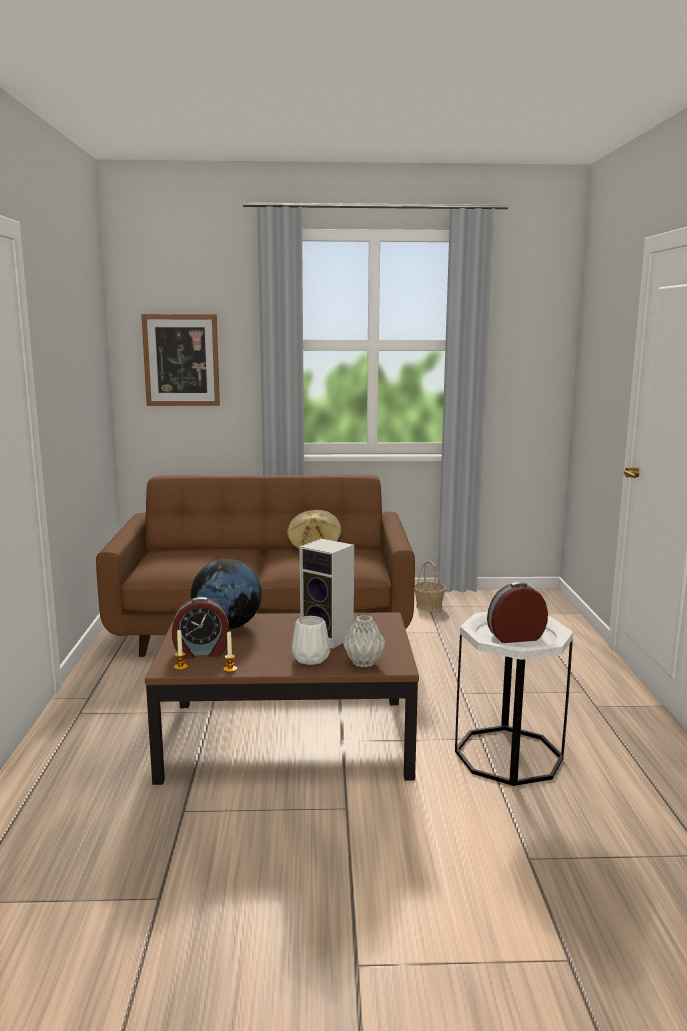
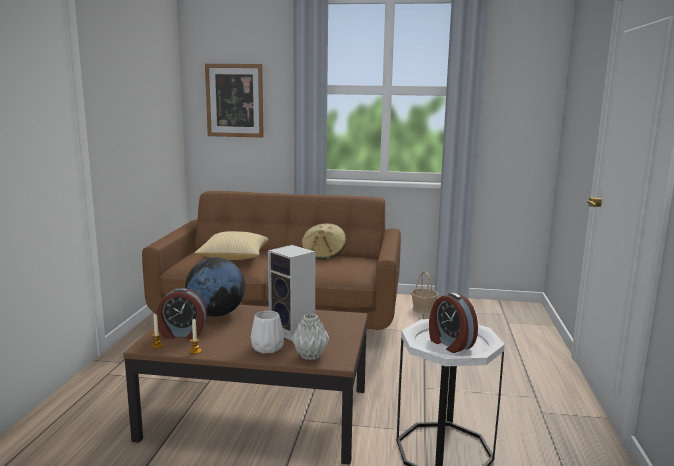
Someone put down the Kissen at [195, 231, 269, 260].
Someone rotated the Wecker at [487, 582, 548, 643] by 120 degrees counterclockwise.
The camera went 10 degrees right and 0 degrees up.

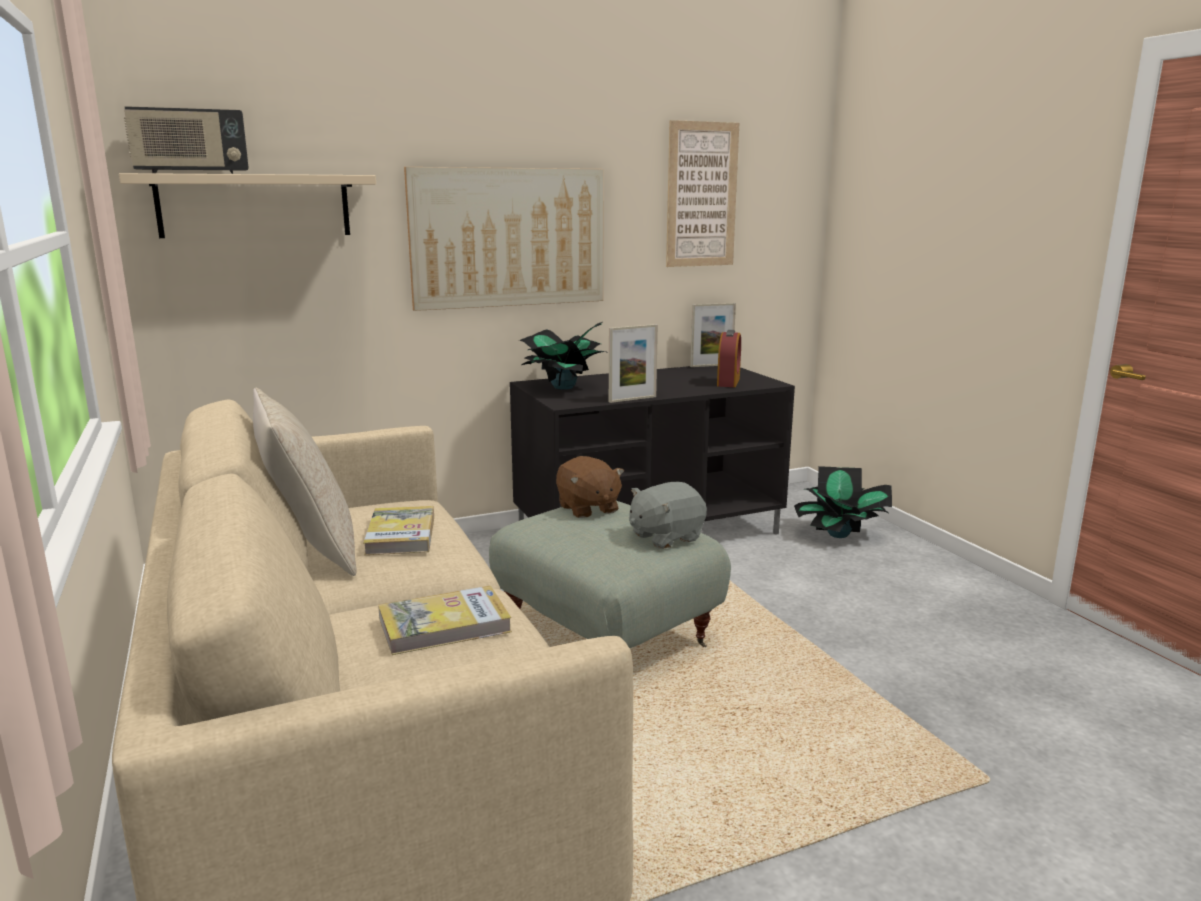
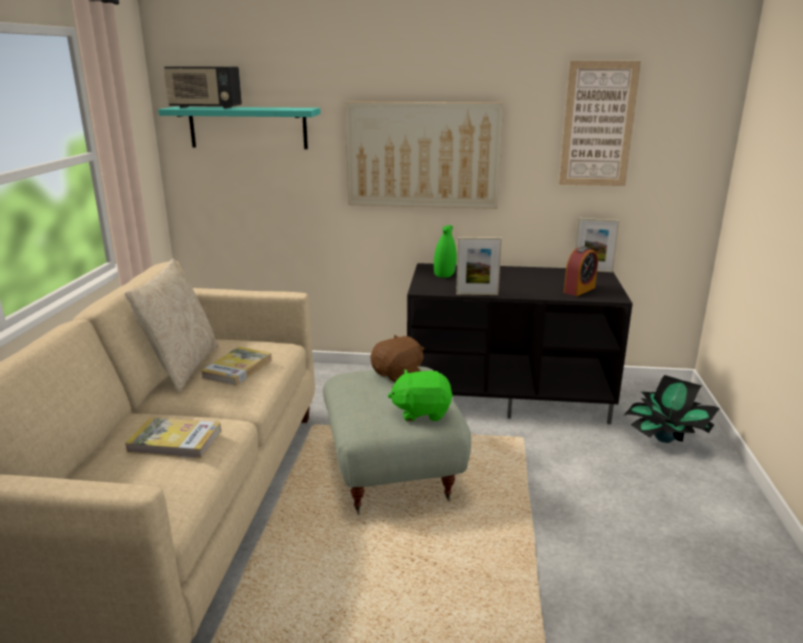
Someone swapped the Topfpflanze at [519, 322, 609, 390] for the Vase [grün] at [434, 225, 457, 278].
Someone repainted the Wandregal [beige] at [119, 173, 376, 238], which became the Wandregal [türkis] at [158, 107, 321, 149].
Someone repainted the Plüschtier [grau] at [629, 482, 707, 549], which became the Plüschtier [grün] at [388, 369, 453, 421].
Someone rotated the Plüschtier [braun] at [556, 456, 624, 518] by 135 degrees counterclockwise.
The camera went 30 degrees right and 5 degrees up.

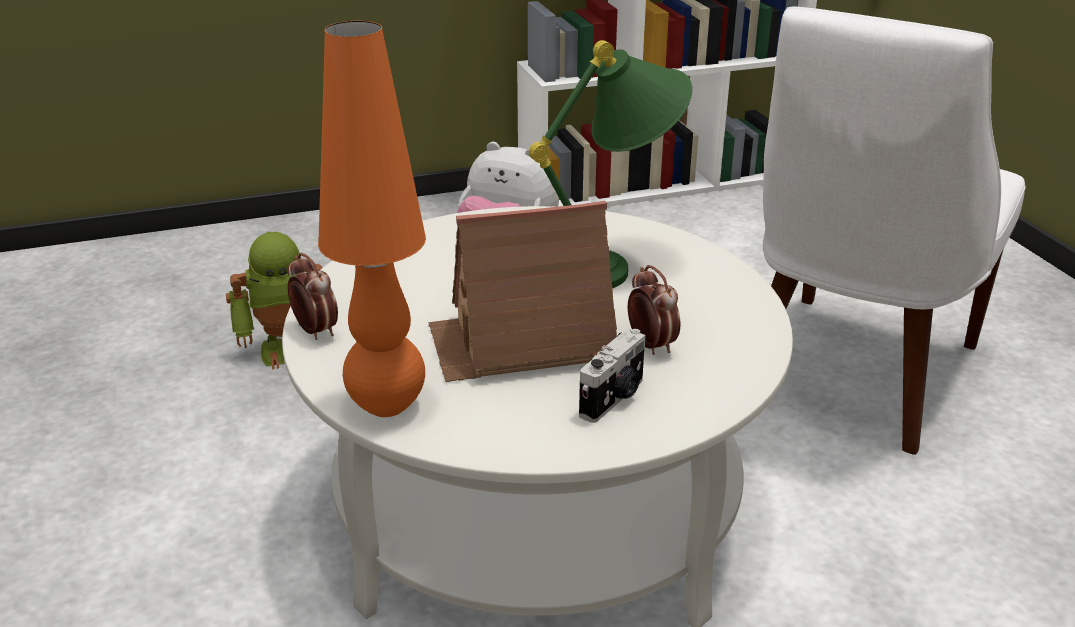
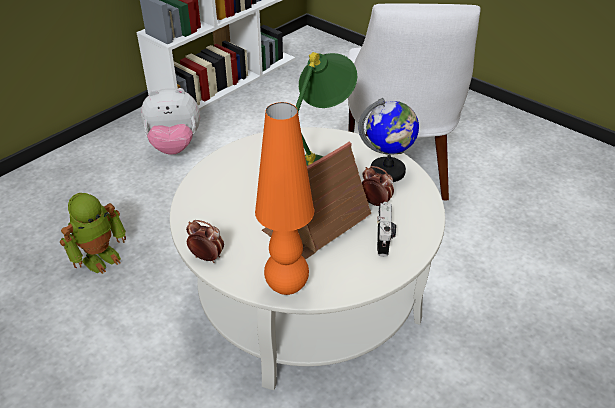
Someone put down the Globus at [358, 98, 419, 182].
The camera went 30 degrees left and 10 degrees up.

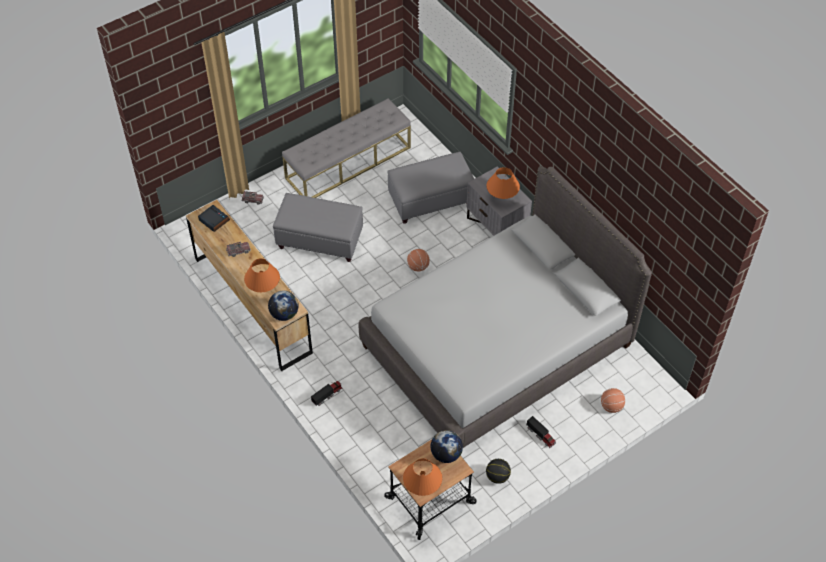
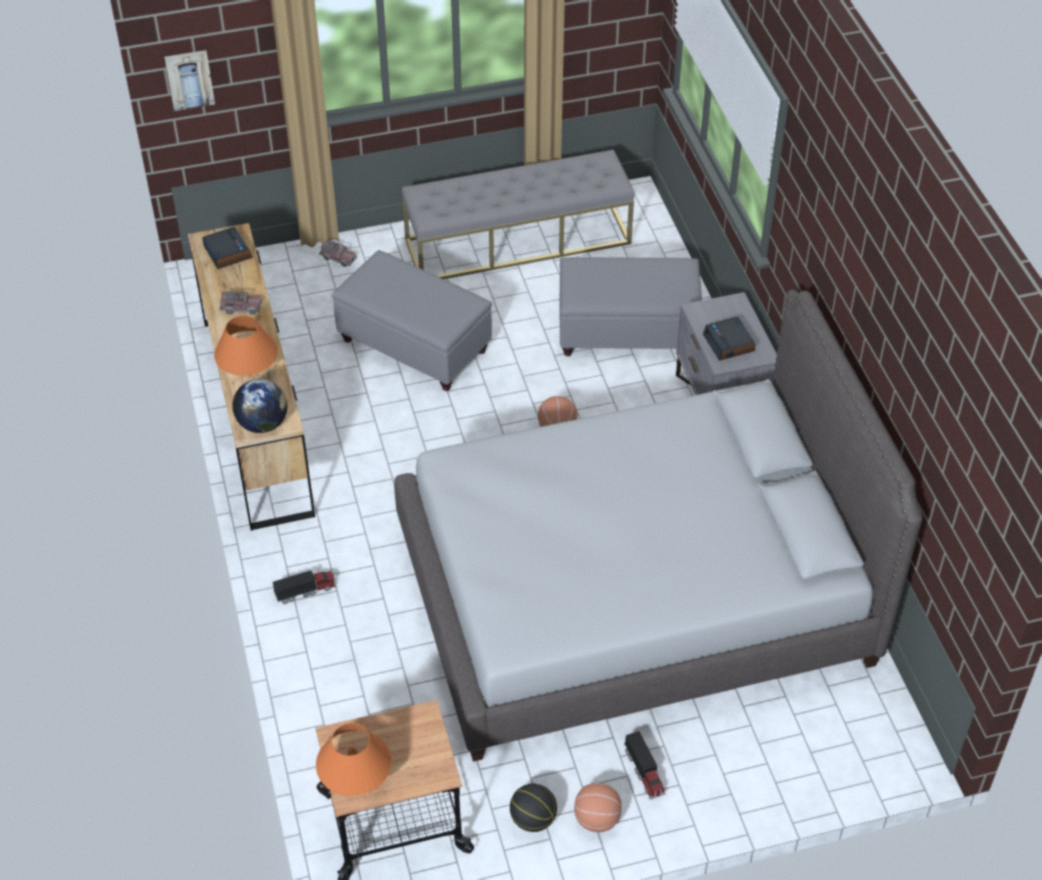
Someone took away the Globus at [430, 430, 463, 463].
Someone put up the Bild at [164, 50, 215, 111].
Someone carried the Basketball from [601, 388, 625, 413] to [574, 783, 622, 832].
Someone swapped the Tischlampe [orange] at [487, 167, 520, 199] for the Wecker at [703, 317, 756, 361].
The camera went 20 degrees right and 5 degrees down.

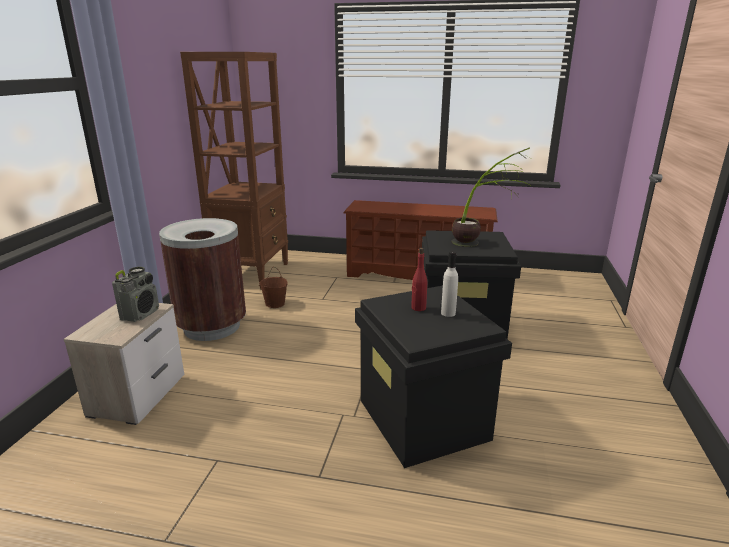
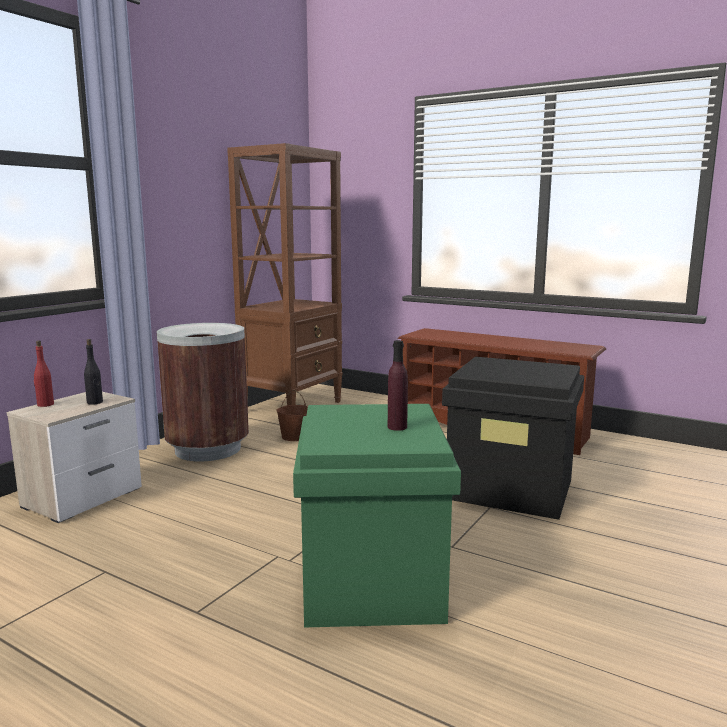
Someone took away the Topfpflanze at [451, 147, 530, 247].
Someone carried the Flasche [rot] from [411, 248, 427, 311] to [34, 341, 54, 407].
Someone swapped the Radio at [112, 267, 159, 322] for the Flasche [schwarz] at [84, 339, 103, 405].
Someone repainted the Aufbewahrungsbox [schwarz] at [355, 286, 512, 468], which became the Aufbewahrungsbox [grün] at [293, 404, 461, 627].
Someone repainted the Flasche [weiß] at [441, 251, 458, 317], which became the Flasche [lila] at [388, 340, 408, 431].
The camera went 20 degrees right and 10 degrees down.

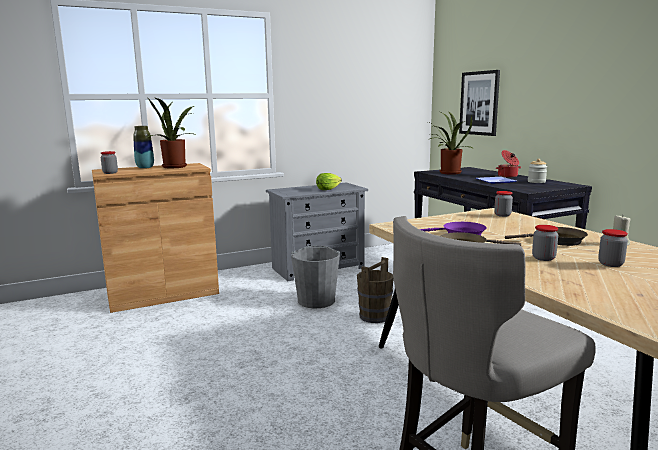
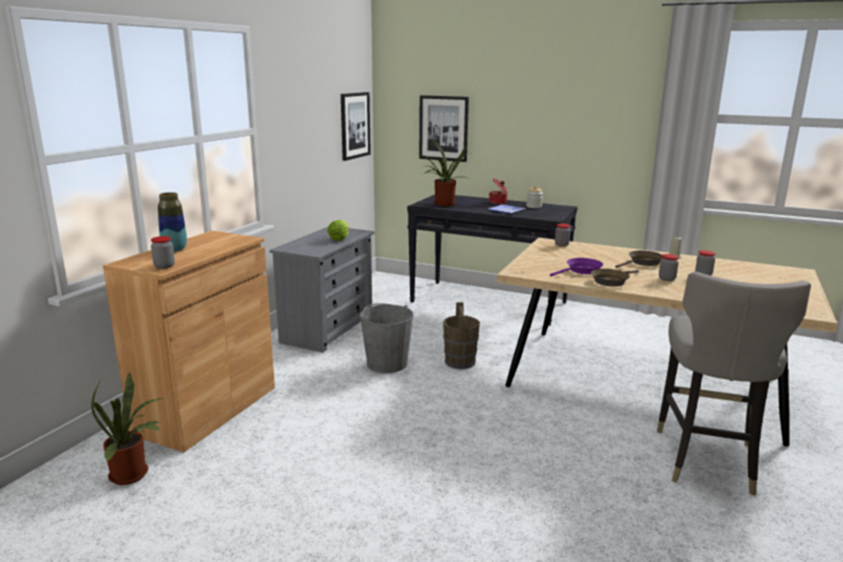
Someone put up the Bild at [341, 92, 371, 161].
Someone carried the Topfpflanze from [148, 98, 197, 168] to [91, 373, 163, 485].
The camera went 40 degrees left and 5 degrees up.

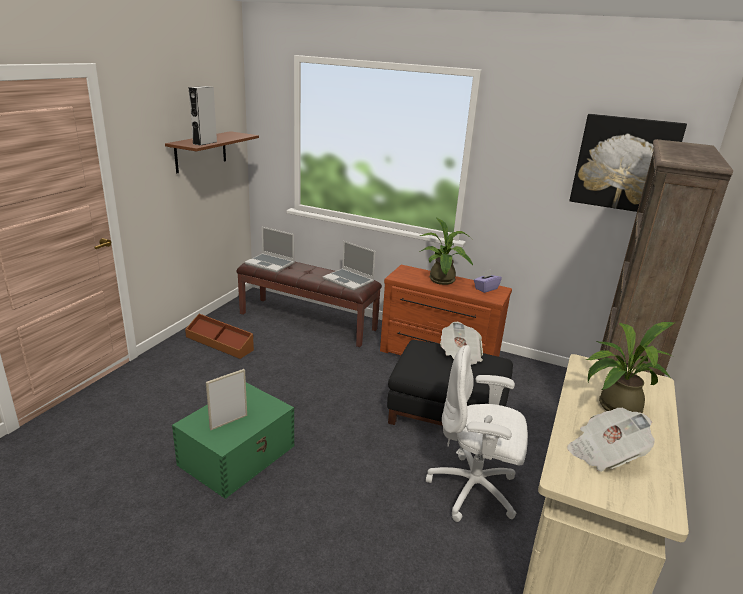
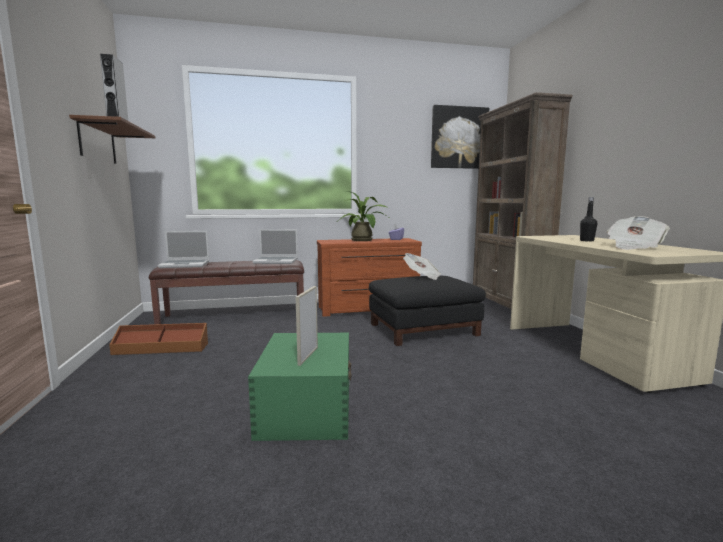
Someone took away the Bürostuhl [weiß] at [426, 345, 528, 522].
Someone swapped the Topfpflanze at [586, 322, 674, 413] for the Flasche [schwarz] at [580, 197, 597, 242].
The camera went 35 degrees left and 15 degrees down.

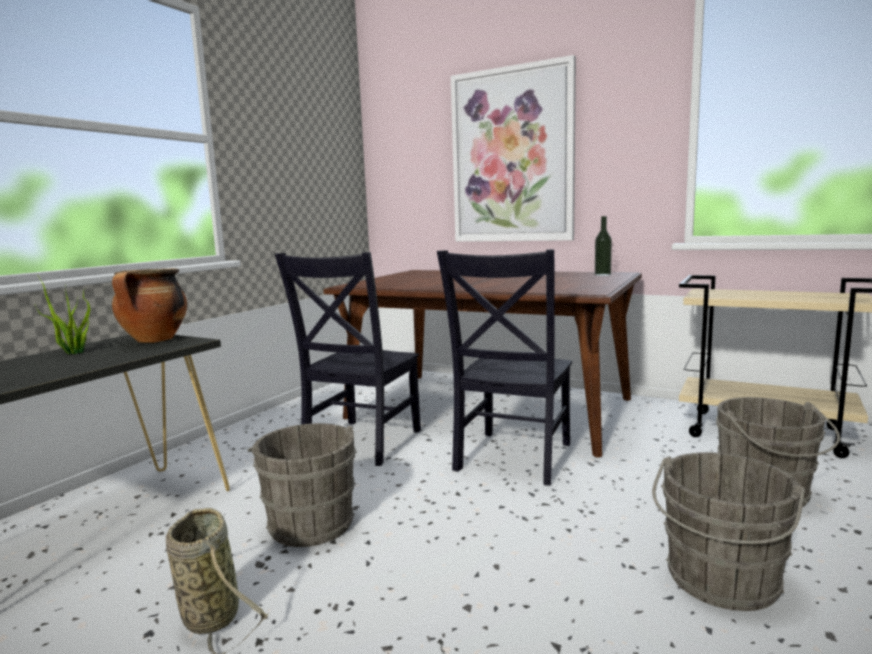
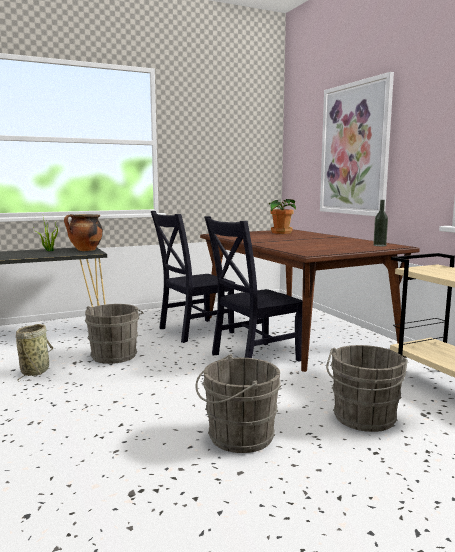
Someone put down the Topfpflanze at [269, 199, 296, 234].
The camera went 35 degrees right and 0 degrees up.

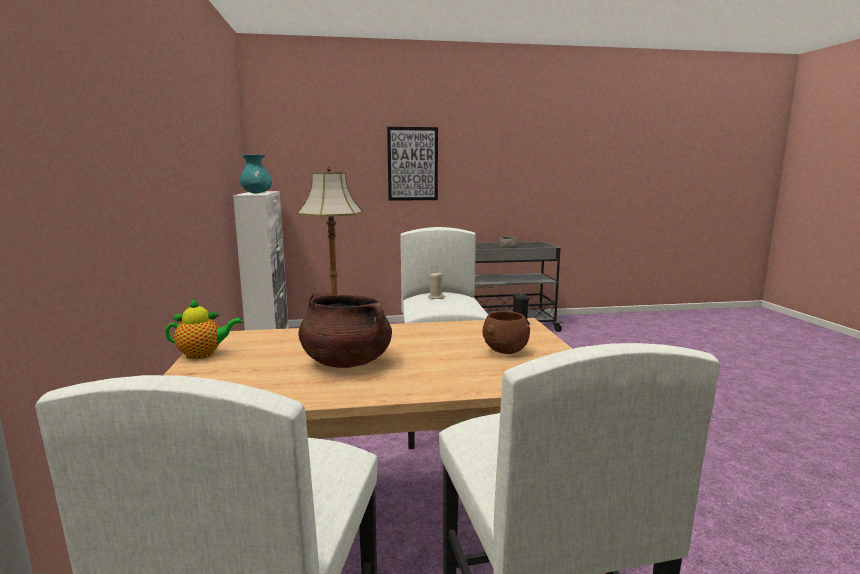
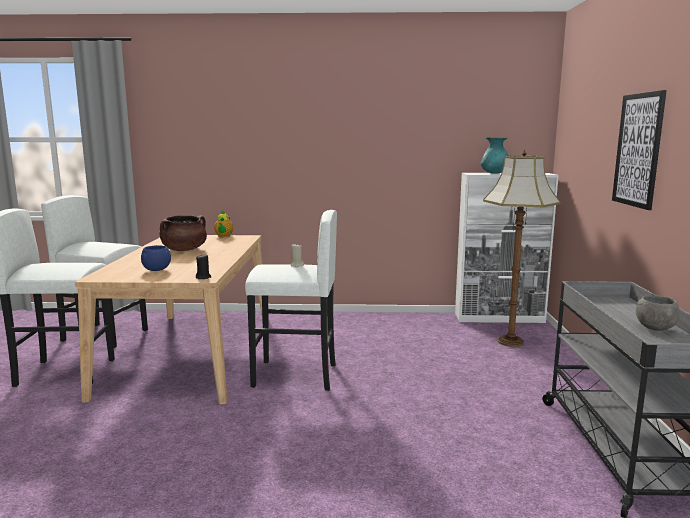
Someone repainted the Schüssel [braun] at [482, 311, 530, 354], which became the Schüssel [blau] at [141, 245, 171, 271].
The camera went 100 degrees right and 0 degrees up.

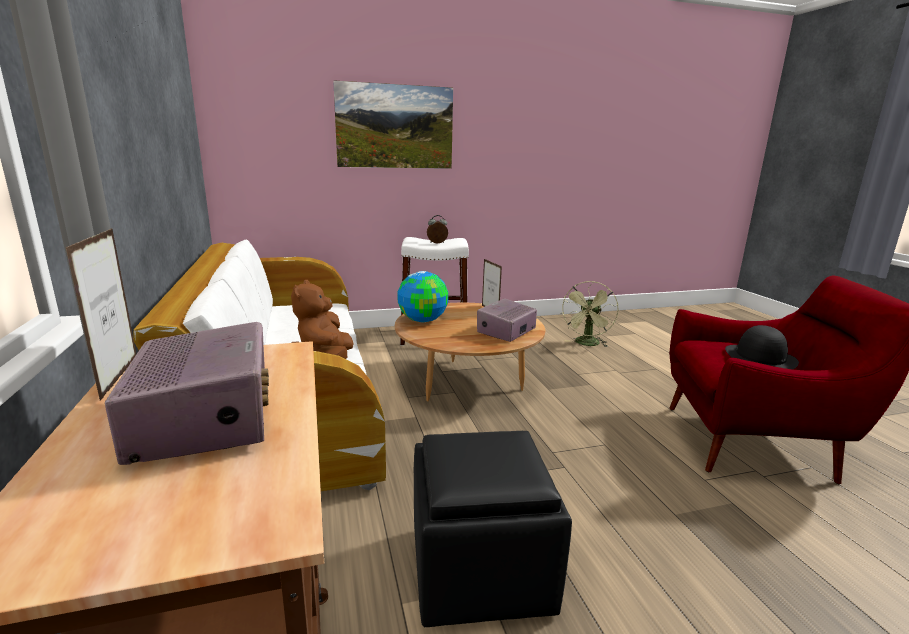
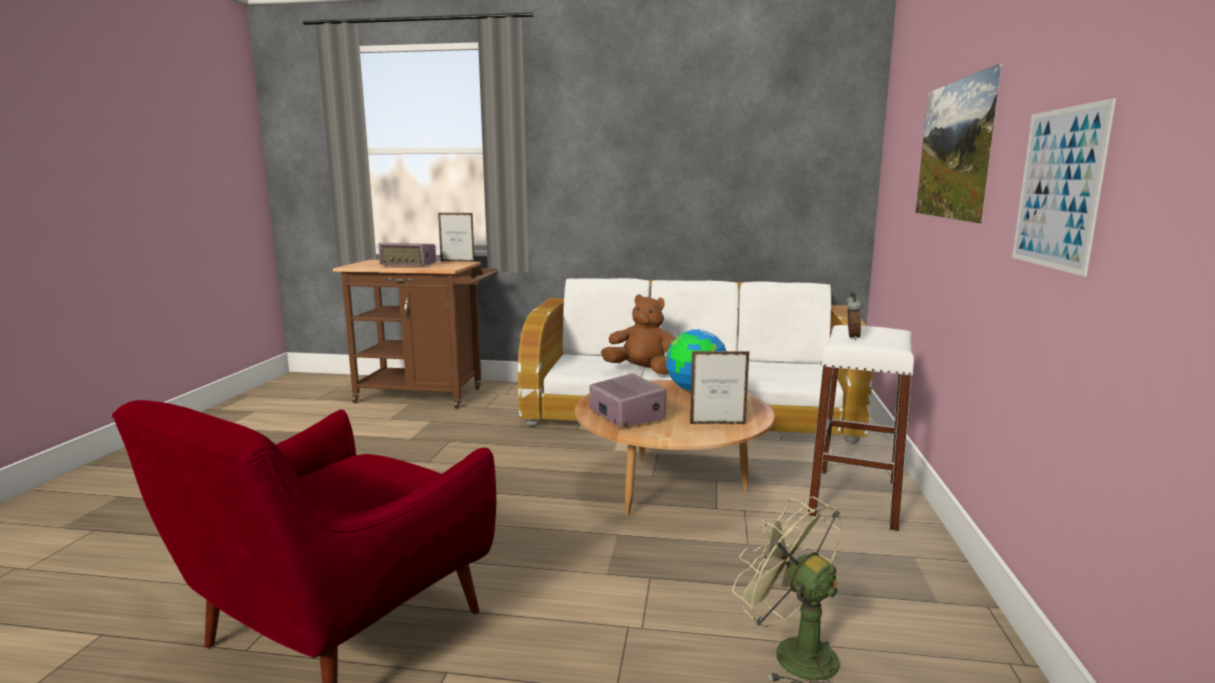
Someone took away the Polsterhocker [schwarz] at [414, 431, 572, 627].
Someone took away the Hut [schwarz] at [725, 325, 799, 369].
Someone put up the Bild at [1012, 98, 1116, 276].
The camera went 115 degrees right and 5 degrees down.

